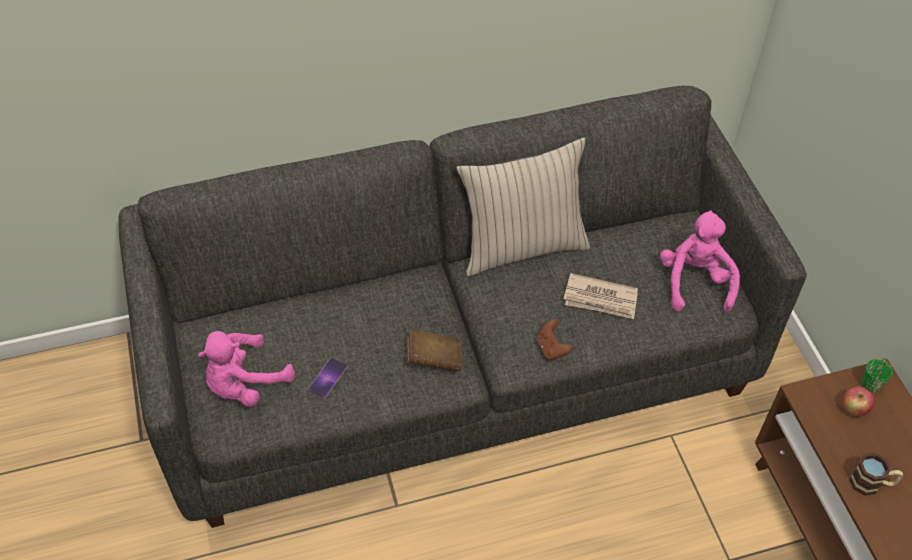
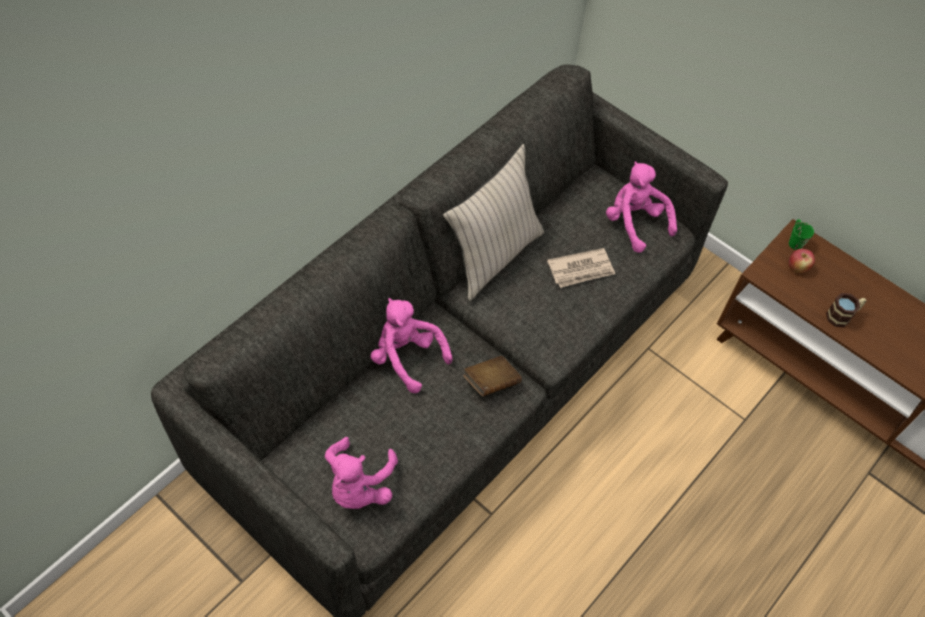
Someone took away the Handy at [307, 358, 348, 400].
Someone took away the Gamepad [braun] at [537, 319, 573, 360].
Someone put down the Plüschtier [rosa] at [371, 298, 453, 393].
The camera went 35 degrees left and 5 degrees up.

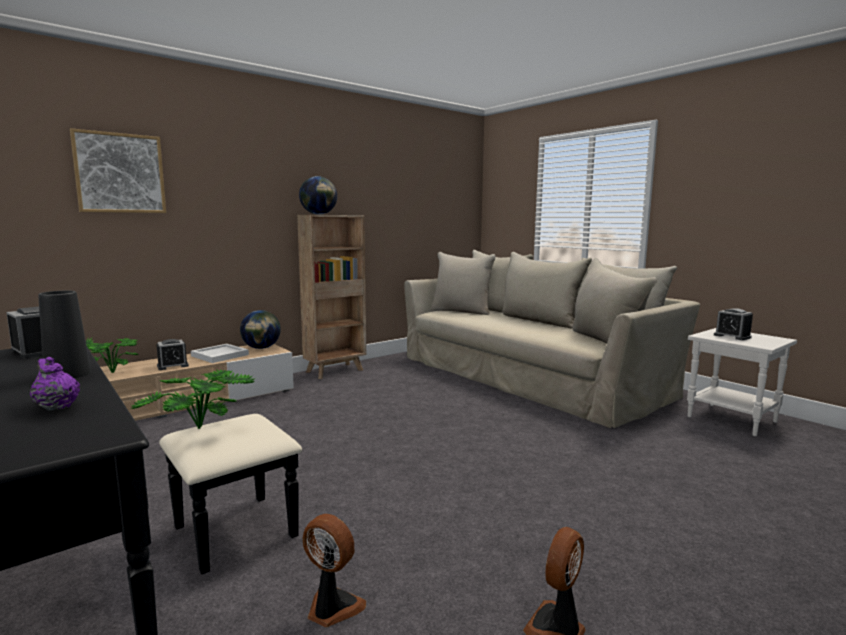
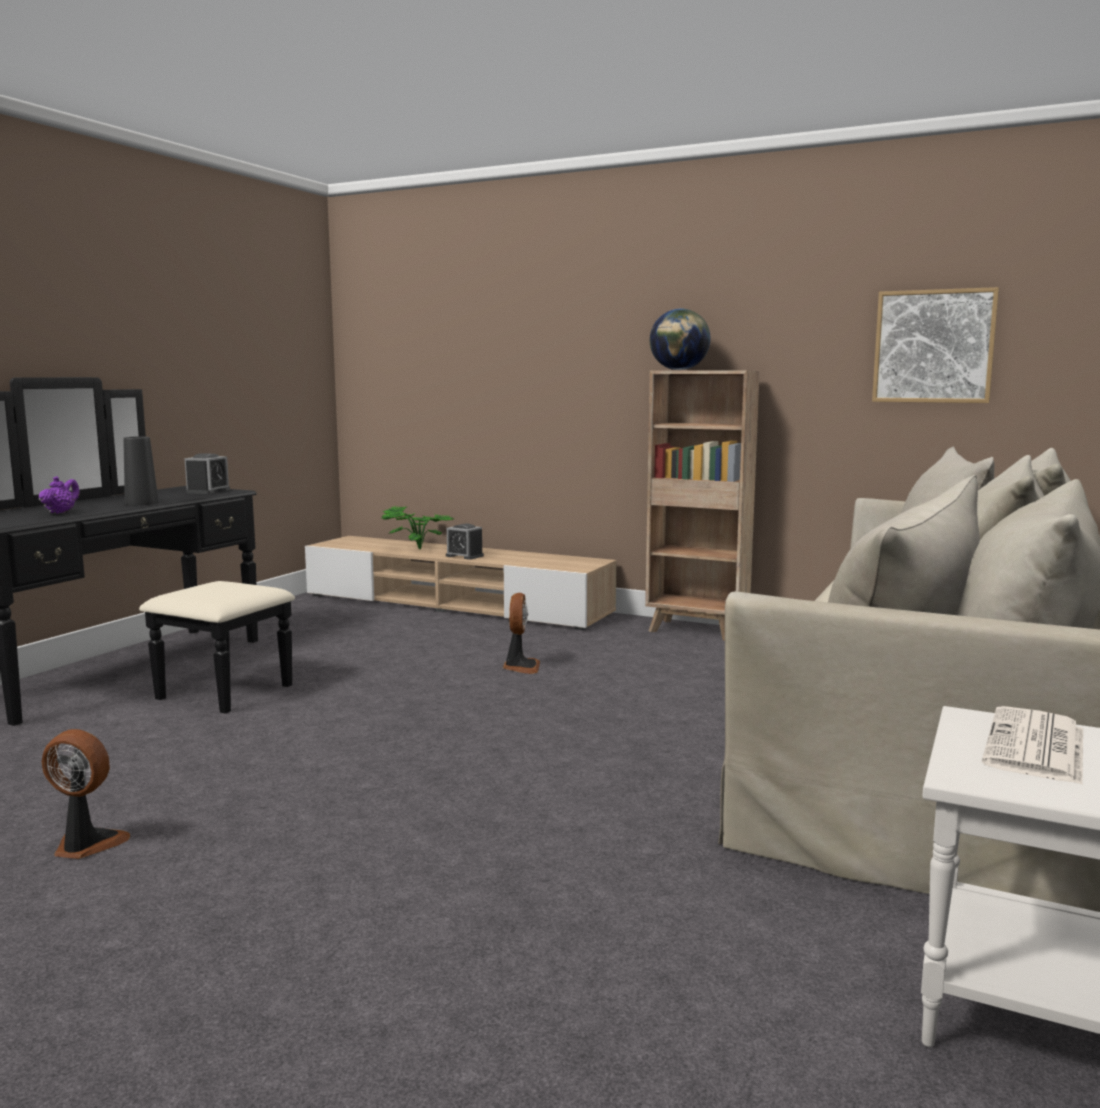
Someone took away the Topfpflanze at [130, 369, 255, 429].
Someone took away the Tablett [weiß] at [191, 344, 249, 363].
Someone took away the Globus at [240, 310, 281, 349].
Someone carried the Bild from [70, 128, 166, 213] to [872, 287, 999, 403].
Someone carried the Ventilator from [302, 514, 366, 627] to [503, 593, 540, 674].
Someone swapped the Wecker at [714, 308, 753, 340] for the Zeitung at [982, 706, 1083, 785].
The camera went 65 degrees right and 0 degrees up.

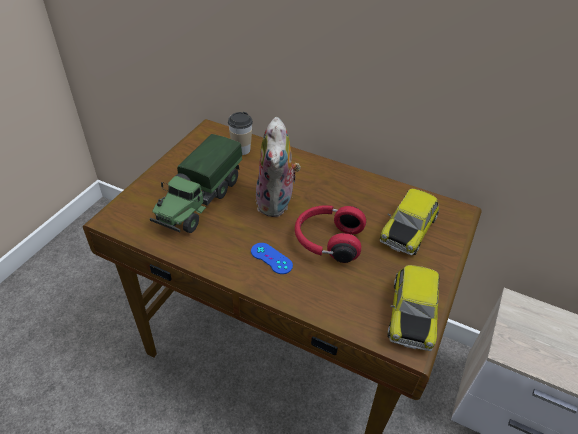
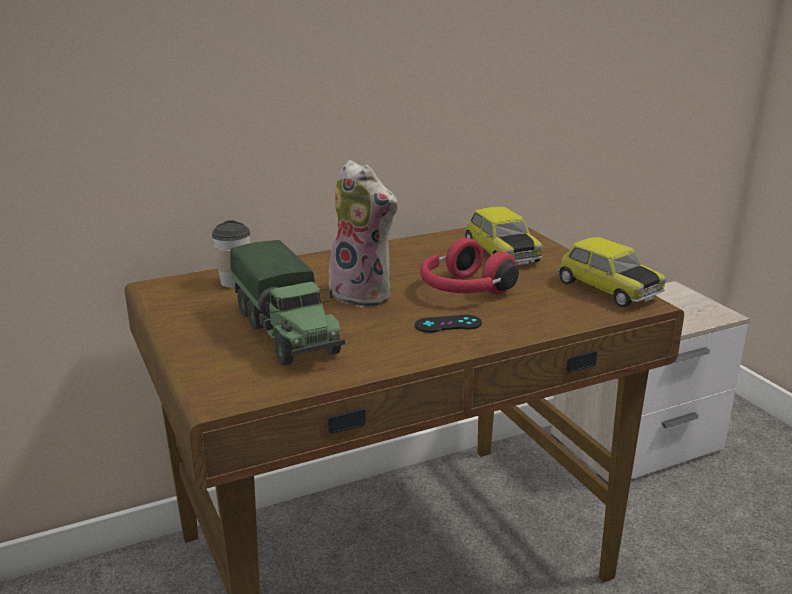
Someone repainted the Gamepad [blau] at [251, 243, 293, 274], which became the Gamepad [schwarz] at [415, 315, 482, 333].
The camera went 50 degrees left and 20 degrees down.

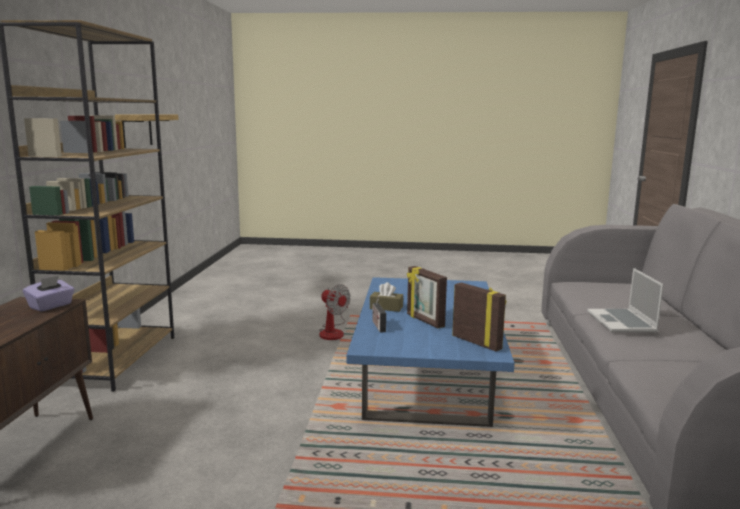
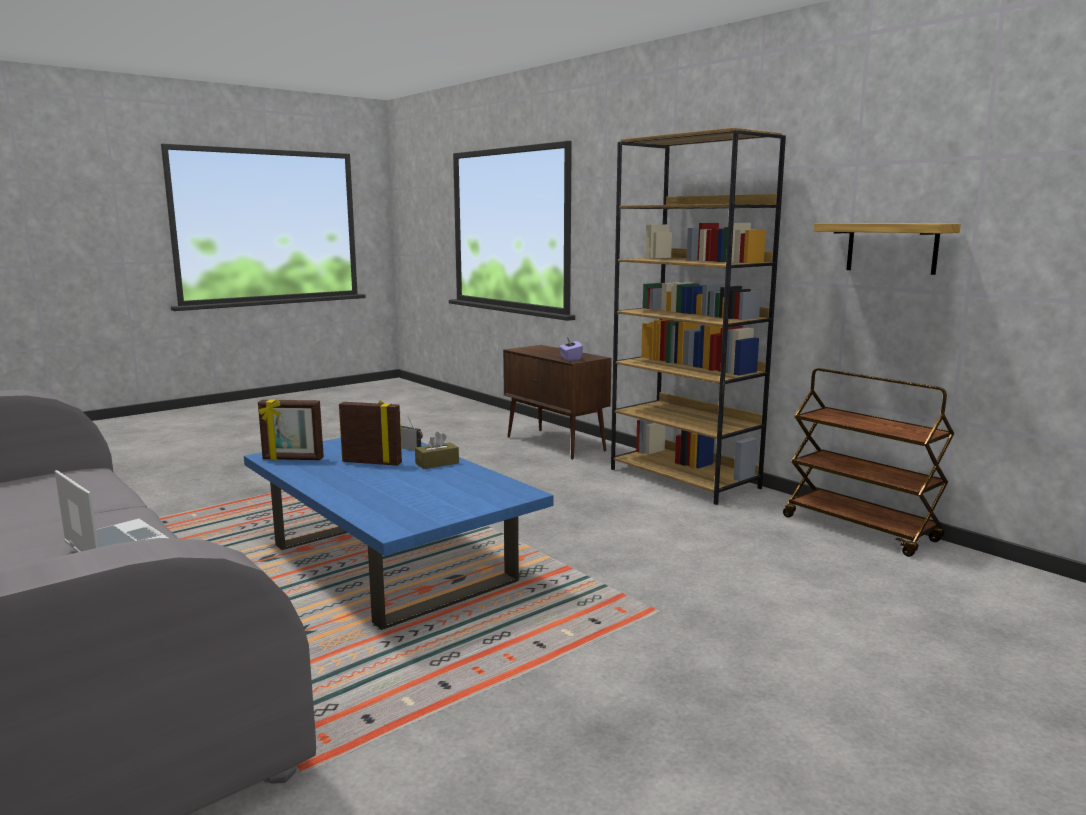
Someone took away the Ventilator at [319, 284, 350, 340].
Someone put down the Rollwagen [braun] at [783, 368, 954, 557].
The camera went 135 degrees right and 0 degrees up.

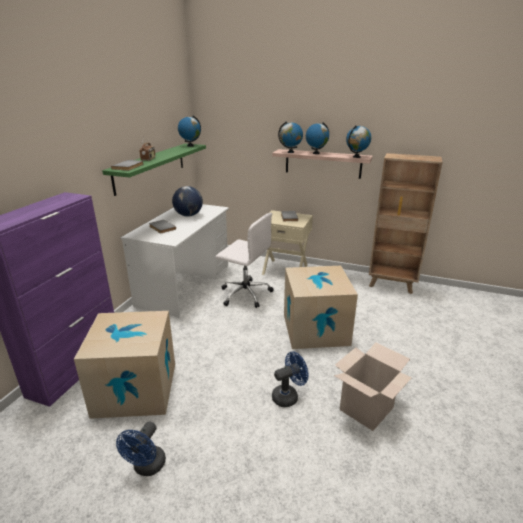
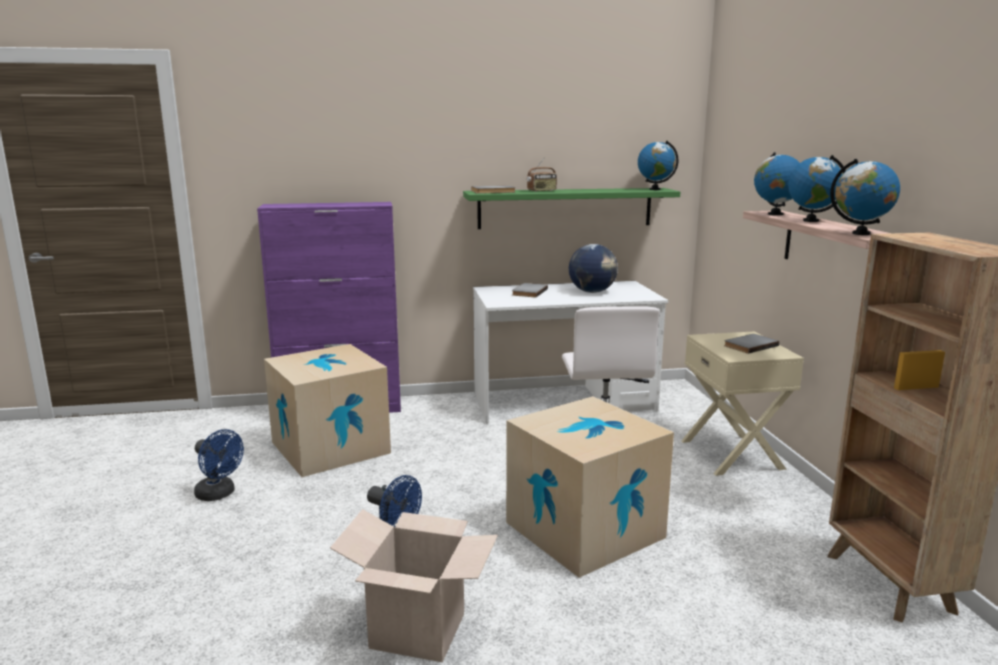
Someone rotated the Ventilator [blau] at [116, 421, 166, 476] by 135 degrees counterclockwise.
The camera went 60 degrees right and 10 degrees down.

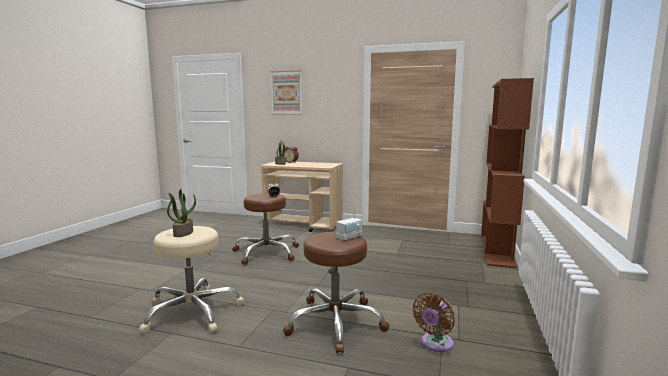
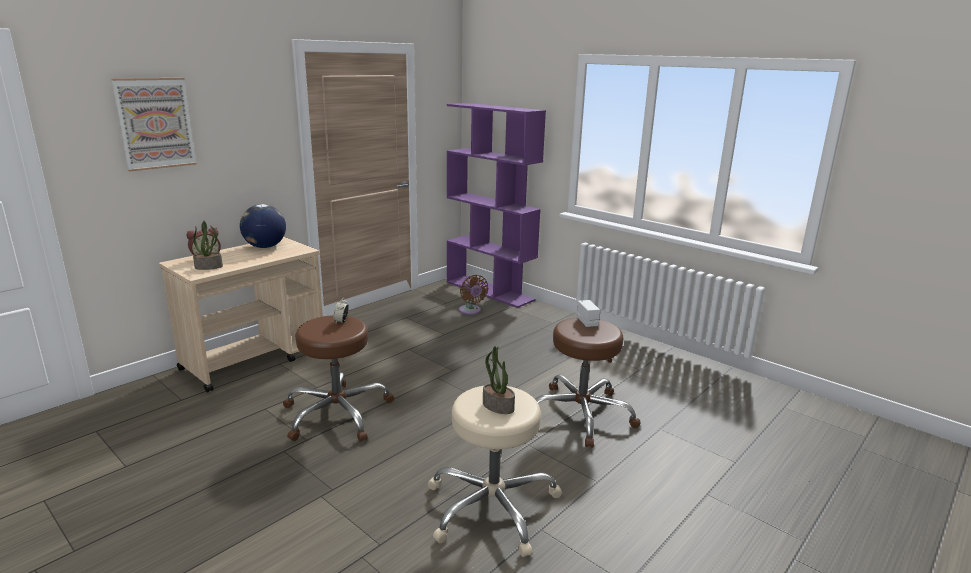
Someone put down the Globus at [240, 204, 286, 248].
Someone carried the Ventilator [braun] from [413, 293, 455, 352] to [459, 275, 488, 315].
Someone repainted the Bücherregal [braun] at [481, 78, 534, 268], which became the Bücherregal [lila] at [447, 103, 546, 308].
The camera went 65 degrees left and 10 degrees up.

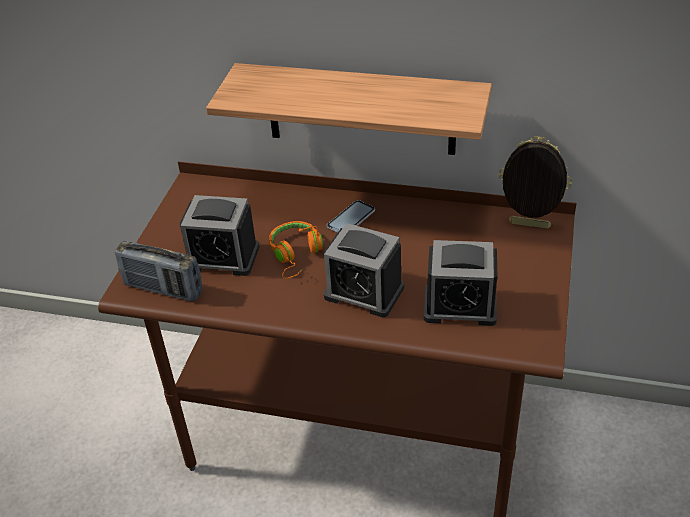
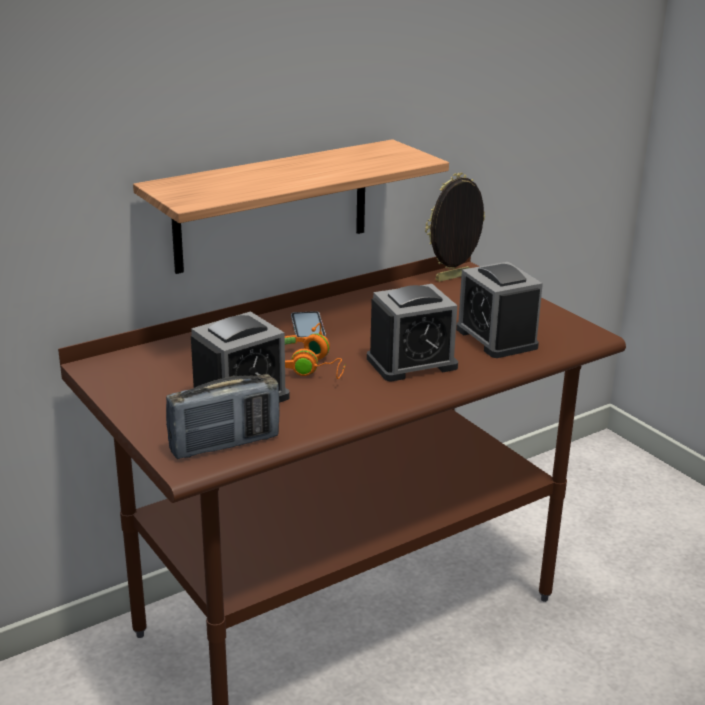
Someone rotated the Wecker at [424, 240, 497, 326] by 105 degrees clockwise.
The camera went 50 degrees left and 15 degrees down.

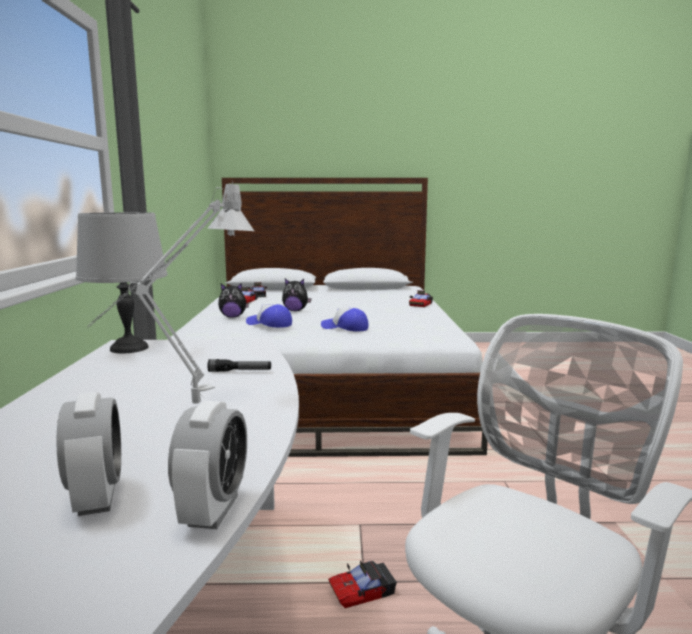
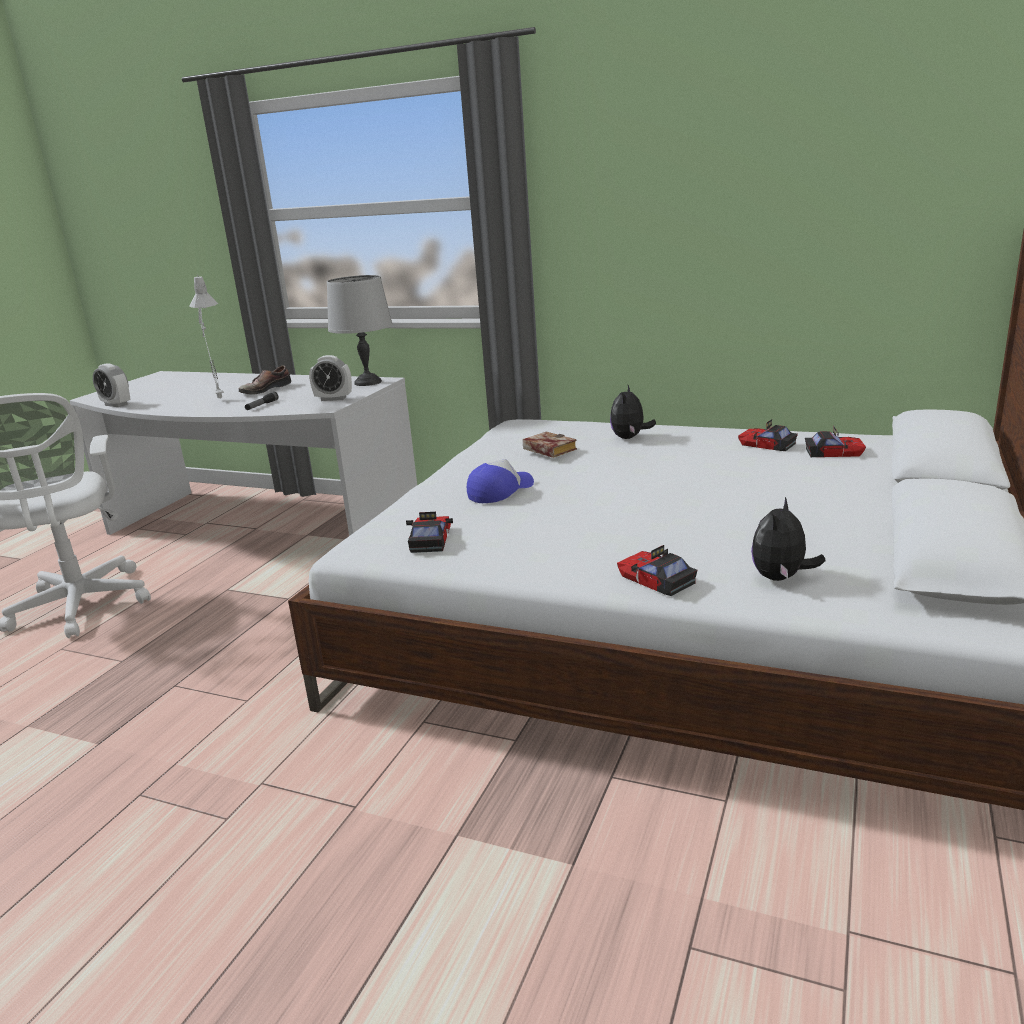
Someone put down the Schuh at [239, 365, 291, 395].
Someone carried the Wecker from [56, 392, 121, 516] to [309, 355, 352, 401].
Someone carried the Plüschtier from [282, 279, 312, 311] to [751, 497, 826, 581].
Someone carried the Spielzeugauto from [328, 560, 397, 608] to [406, 512, 453, 553].
Someone swapped the Kappe at [246, 304, 292, 328] for the Buch at [523, 432, 577, 458].
The camera went 115 degrees right and 10 degrees up.

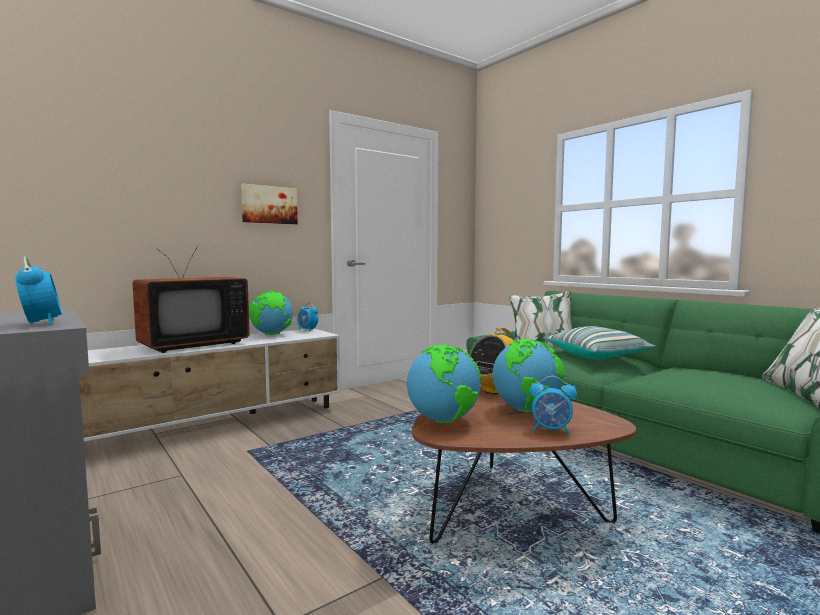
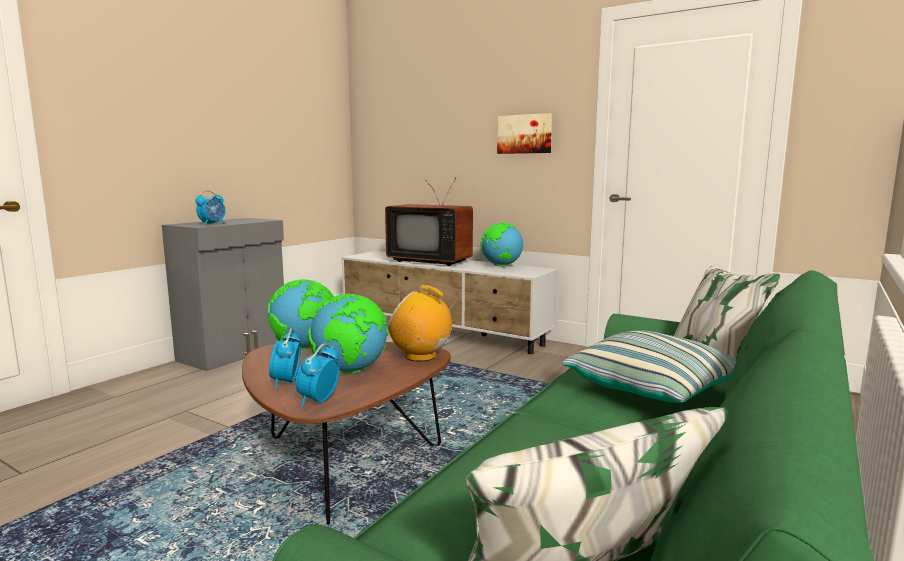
Someone carried the Wecker from [297, 302, 318, 331] to [295, 343, 340, 406].
The camera went 70 degrees right and 5 degrees up.

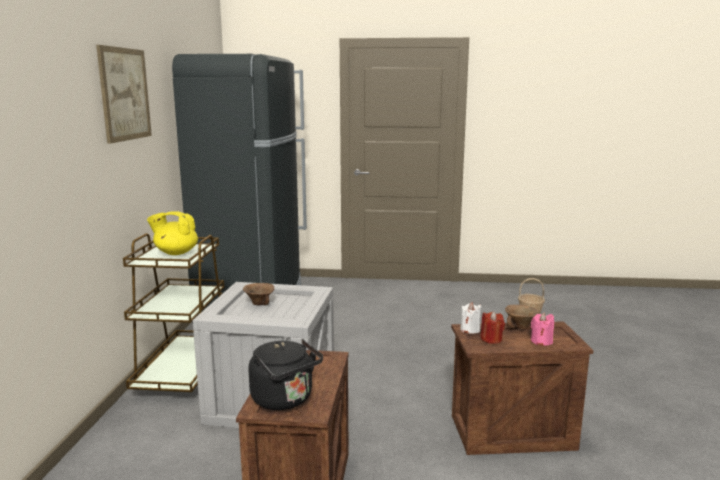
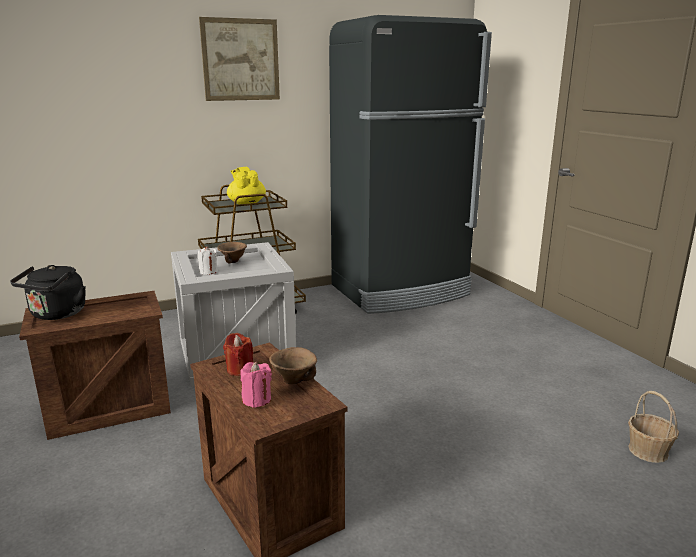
Someone carried the Kerze [weiß] from [460, 302, 482, 334] to [197, 246, 218, 275].
The camera went 60 degrees right and 5 degrees up.

